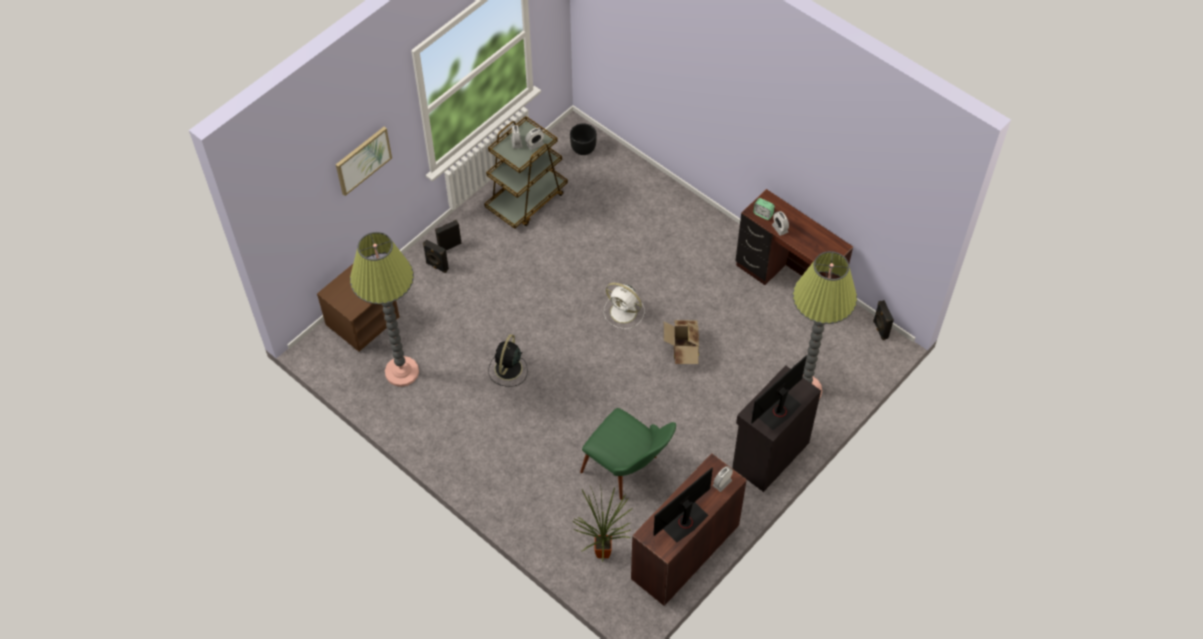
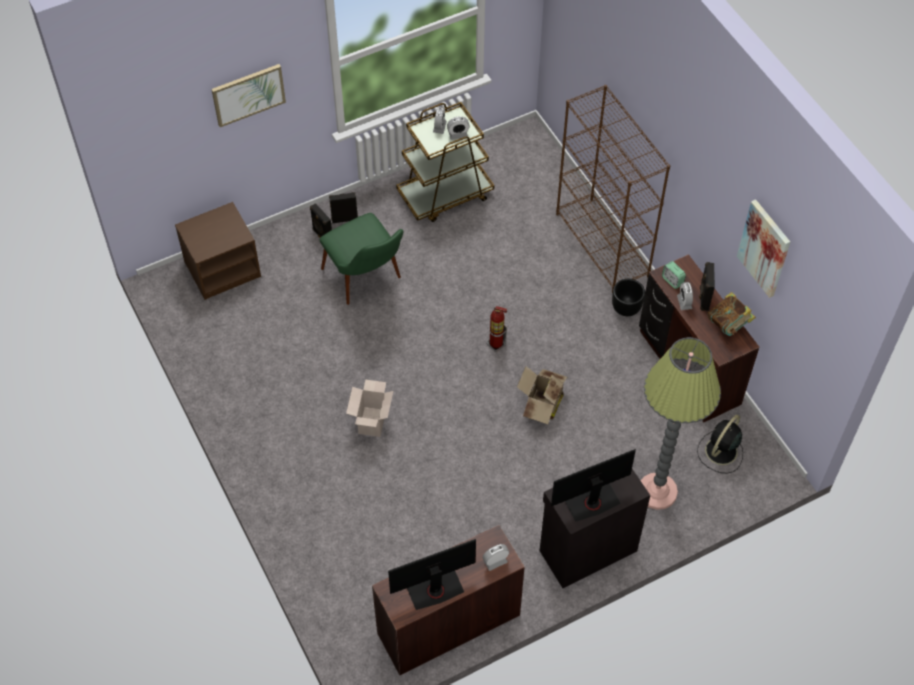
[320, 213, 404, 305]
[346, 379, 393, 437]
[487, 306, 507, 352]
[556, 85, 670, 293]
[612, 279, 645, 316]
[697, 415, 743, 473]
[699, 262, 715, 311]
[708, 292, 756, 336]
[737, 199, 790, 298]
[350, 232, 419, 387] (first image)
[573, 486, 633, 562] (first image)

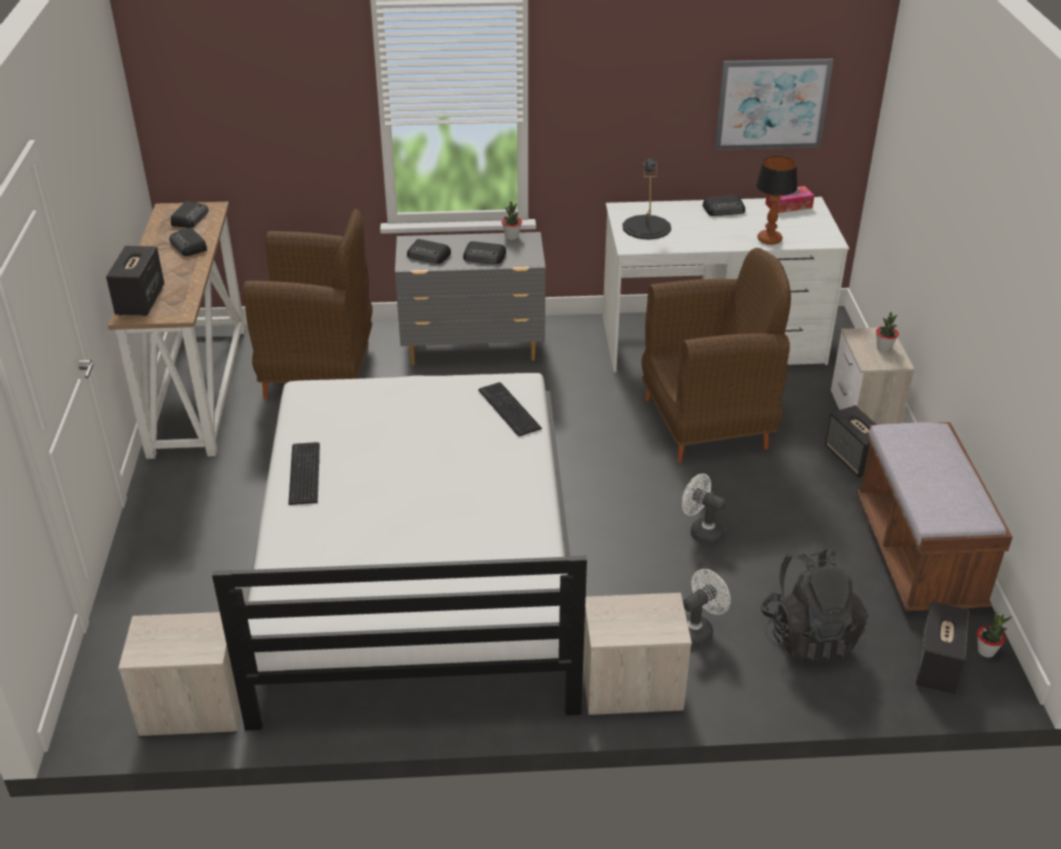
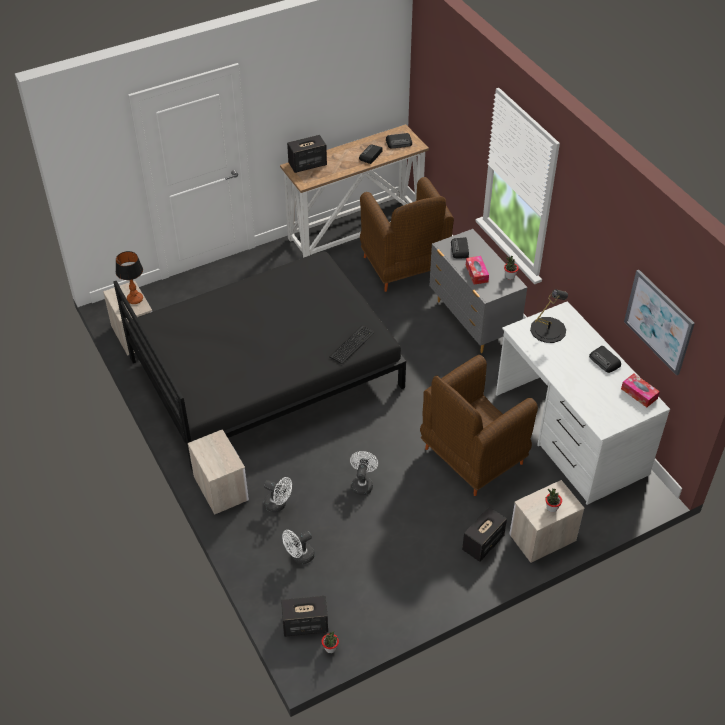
[113, 251, 406, 472]
[116, 251, 143, 304]
[282, 530, 315, 564]
[420, 355, 538, 496]
[466, 256, 489, 285]
[288, 442, 320, 505] (first image)
[856, 422, 1013, 611] (first image)

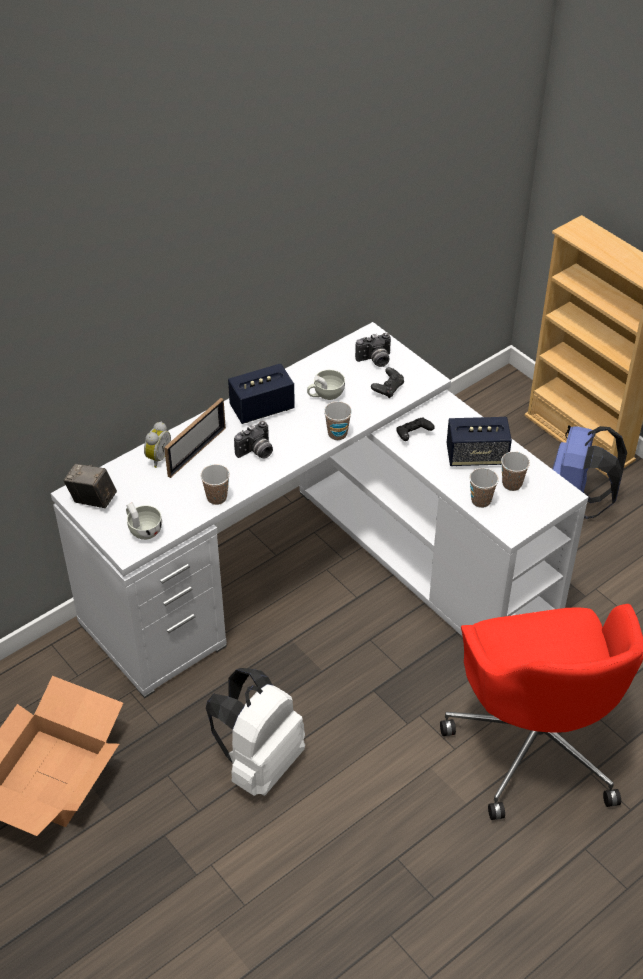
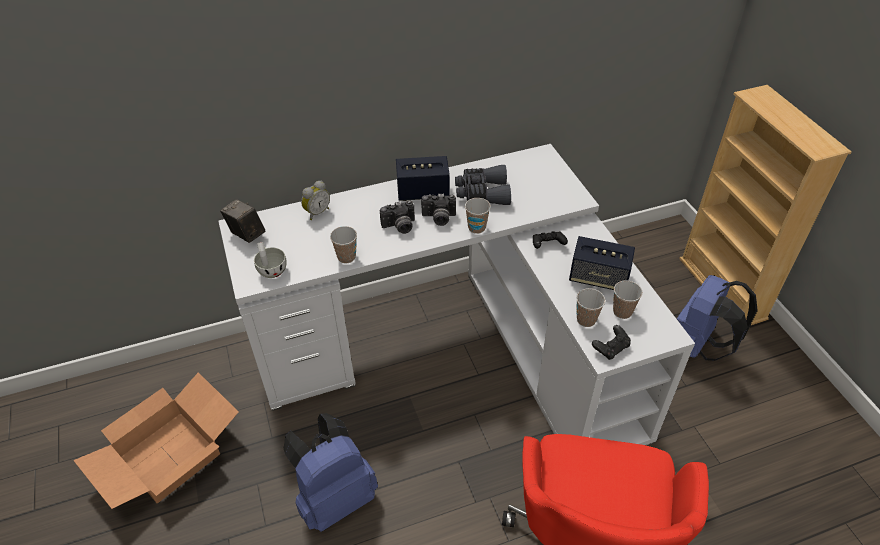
[284, 413, 378, 532]
[421, 193, 456, 226]
[455, 165, 511, 205]
[592, 325, 631, 360]
[164, 398, 226, 478] (first image)

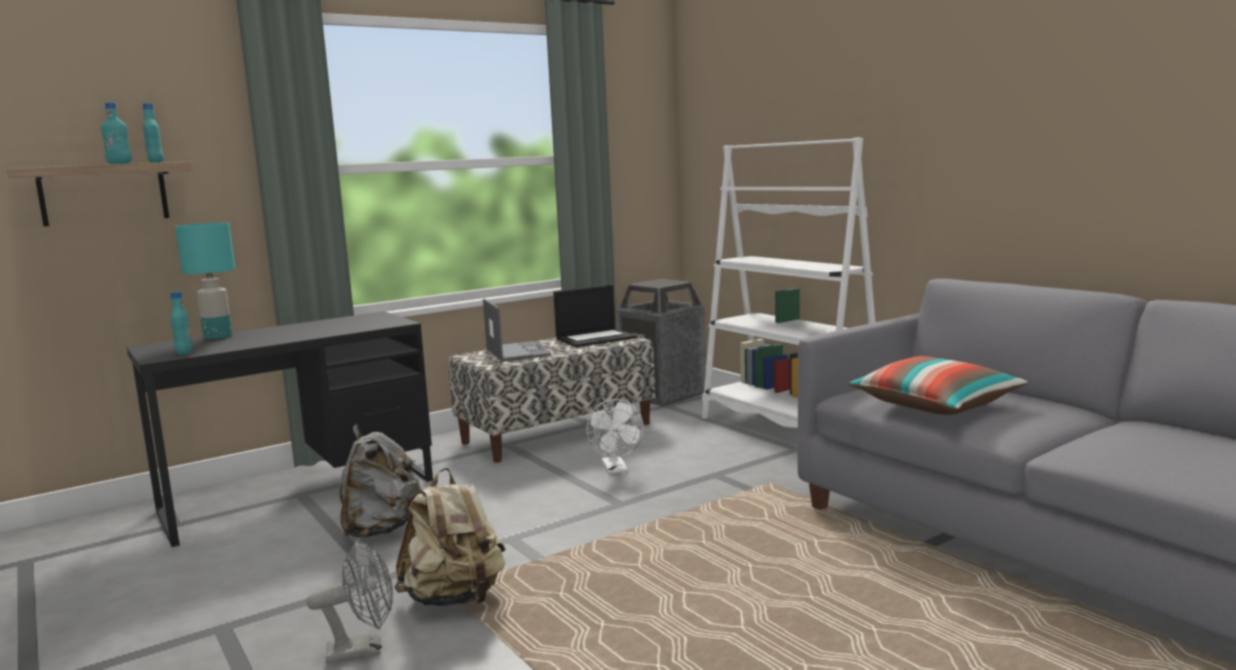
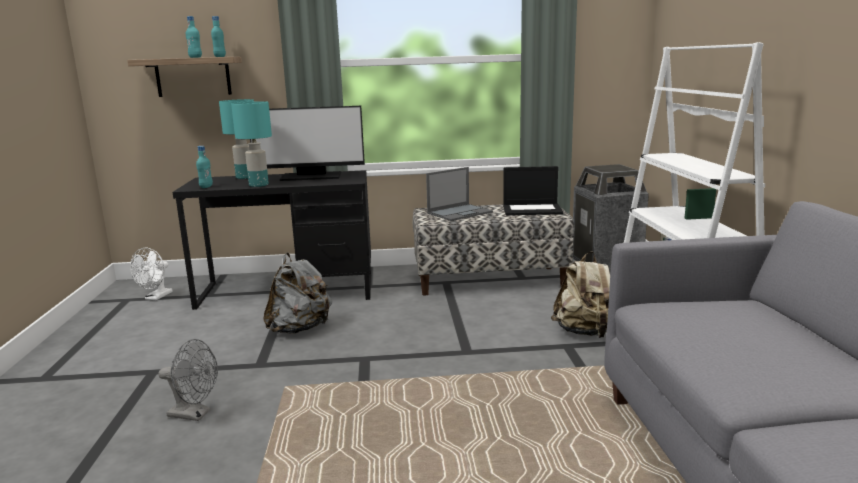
[130, 248, 173, 300]
[231, 101, 272, 187]
[250, 106, 365, 181]
[426, 167, 493, 221]
[551, 251, 610, 338]
[848, 356, 1028, 415] (first image)

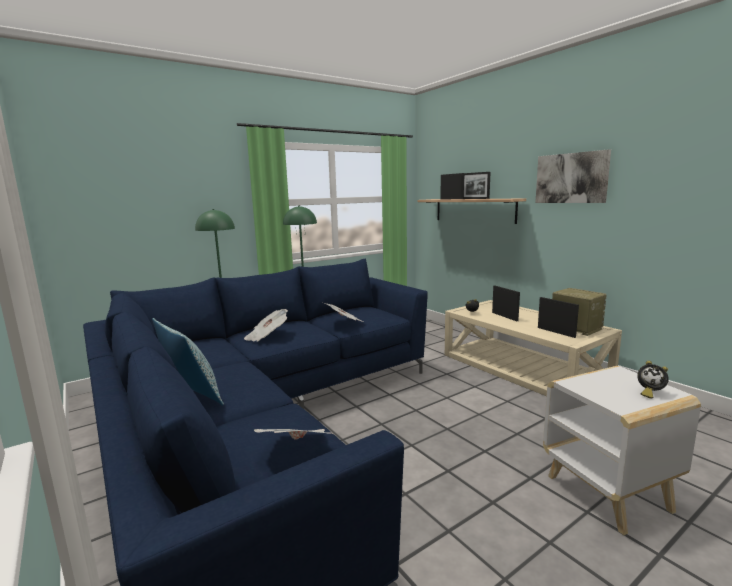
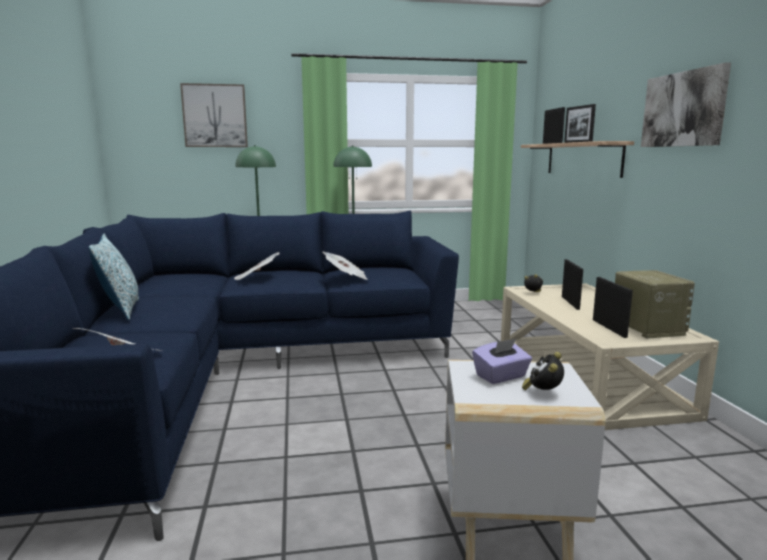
[180, 83, 248, 147]
[472, 339, 532, 384]
[522, 352, 564, 390]

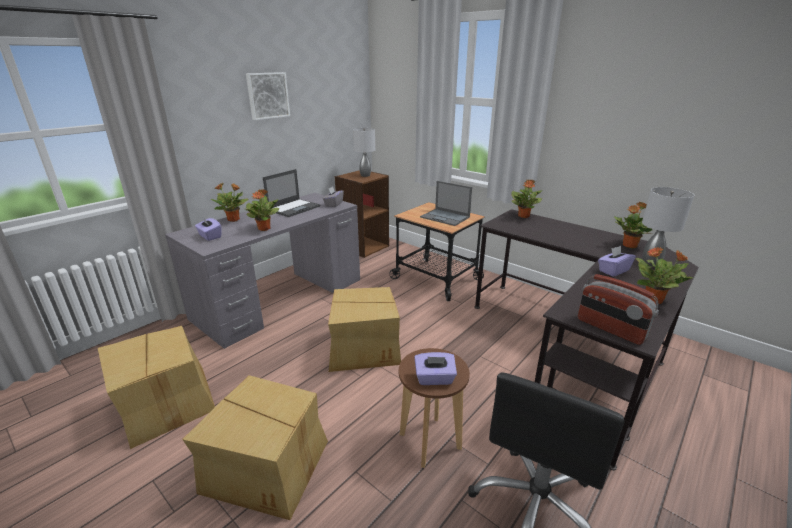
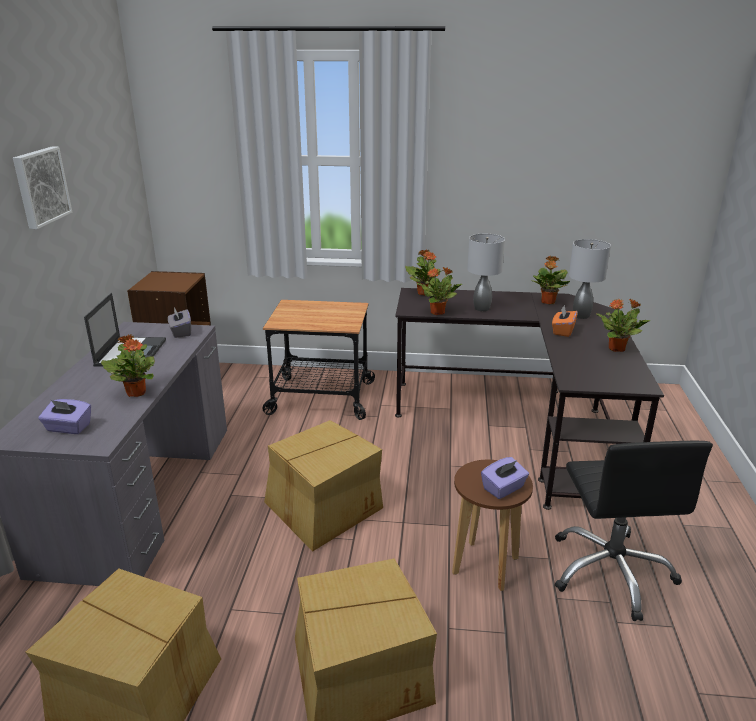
[417, 267, 462, 315]
[467, 234, 505, 311]
[552, 305, 578, 337]
[420, 181, 472, 226] (first image)
[578, 274, 659, 345] (first image)

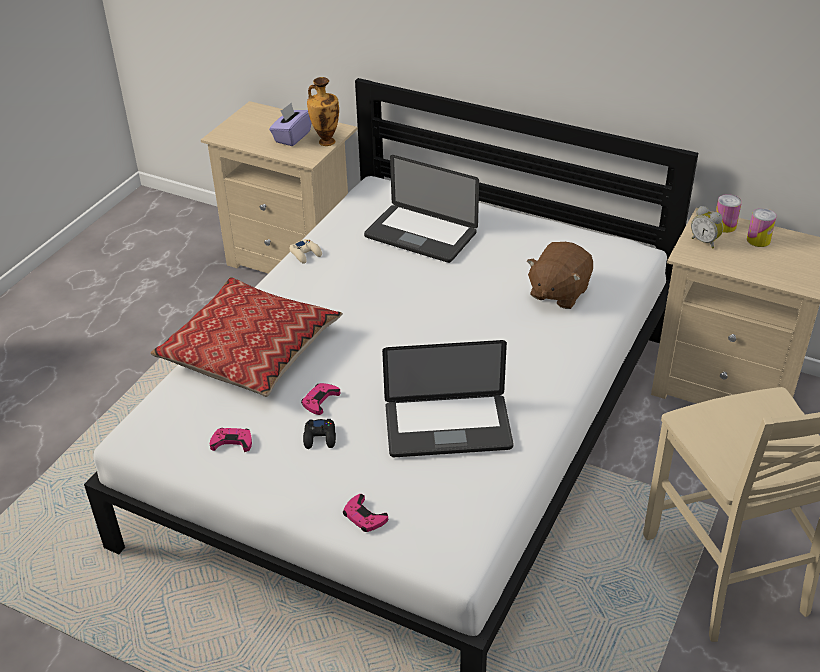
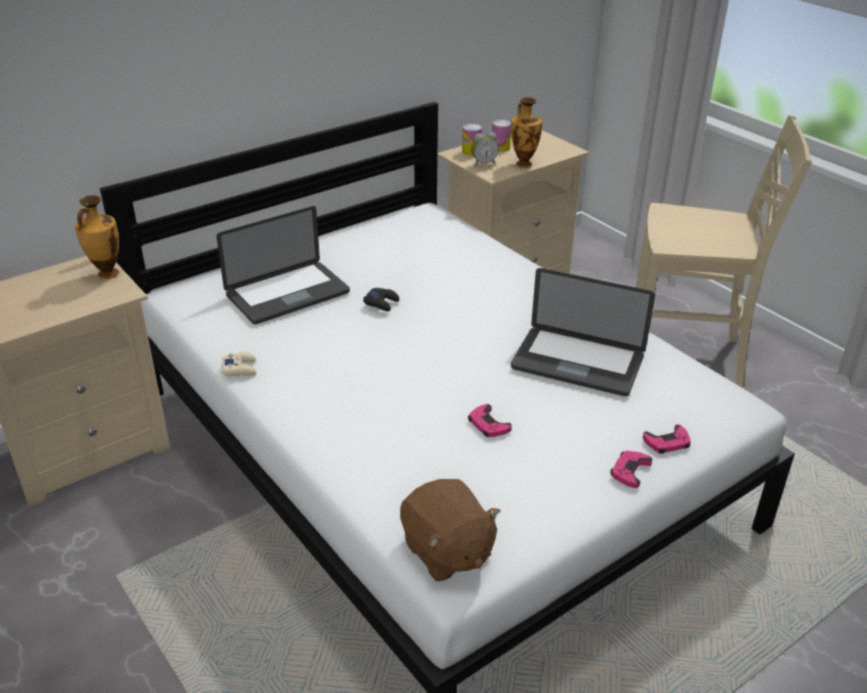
[363, 288, 399, 311]
[400, 479, 501, 581]
[511, 97, 542, 168]
[511, 268, 655, 396]
[610, 451, 652, 488]
[150, 277, 343, 397] (first image)
[269, 103, 311, 146] (first image)

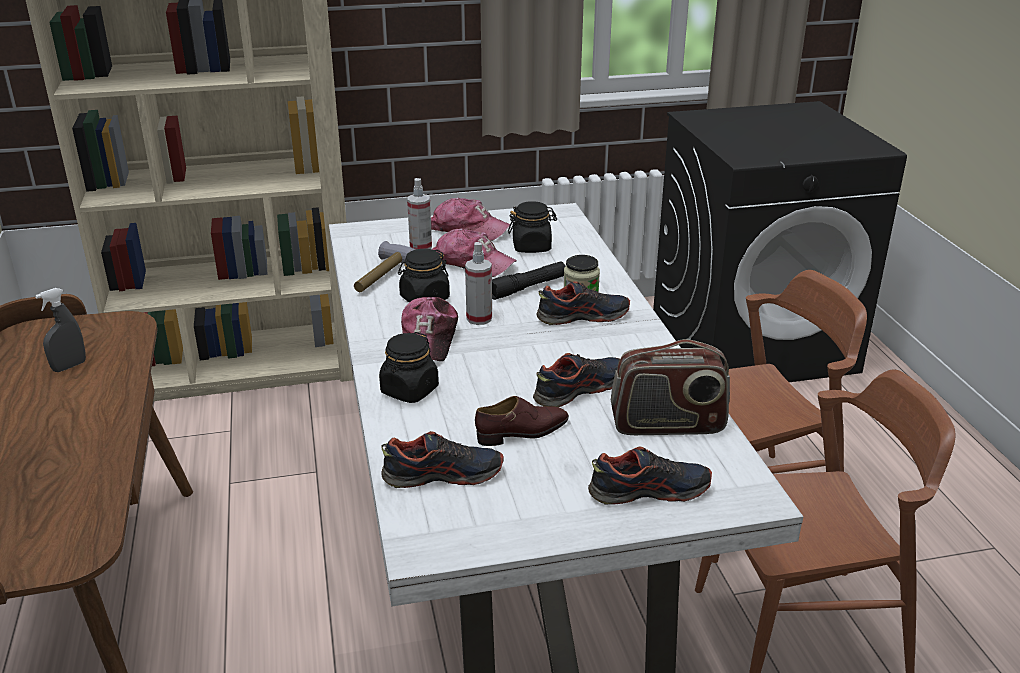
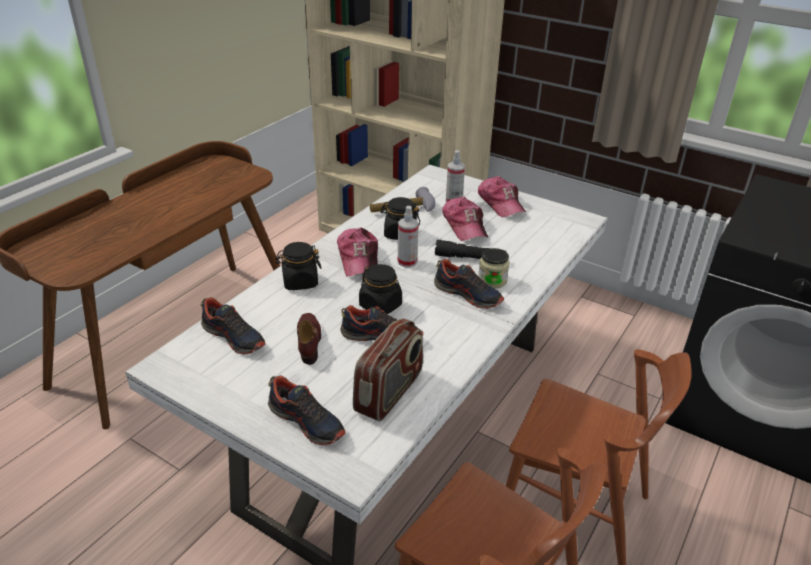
[297, 313, 321, 365]
[337, 228, 378, 276]
[353, 318, 423, 422]
[359, 264, 402, 314]
[35, 288, 86, 372] (first image)

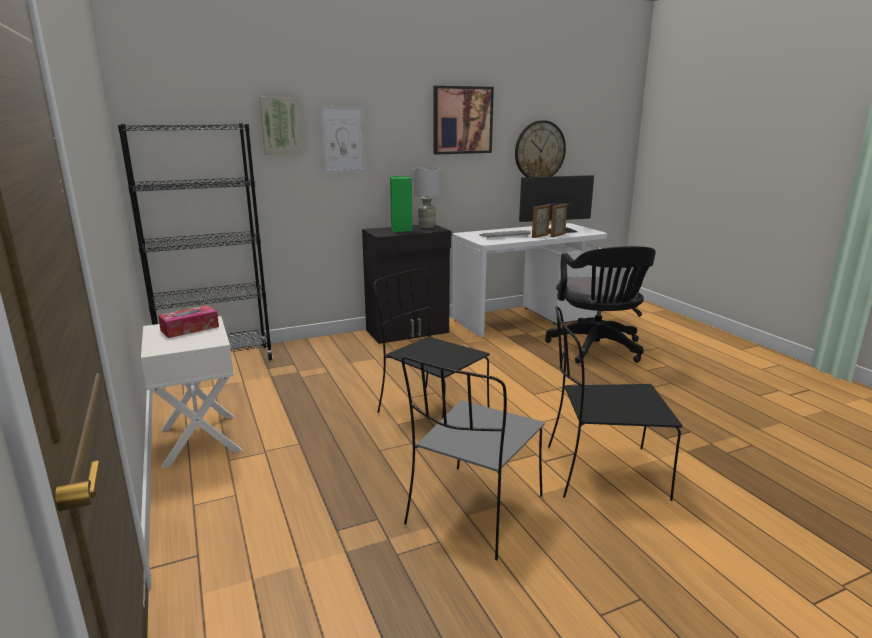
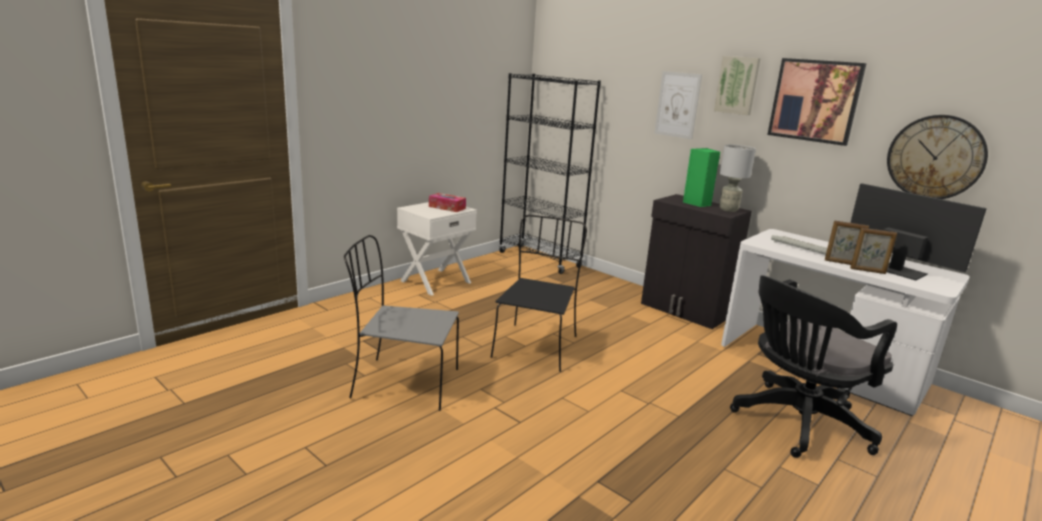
[714, 56, 761, 115]
[548, 306, 682, 501] (first image)

